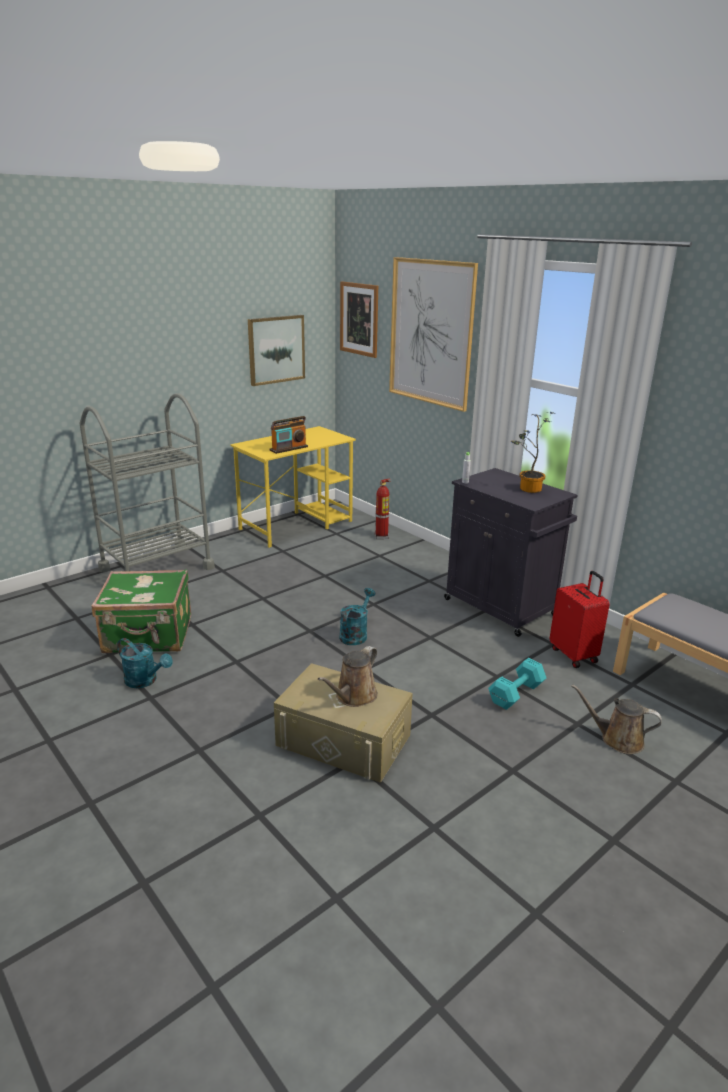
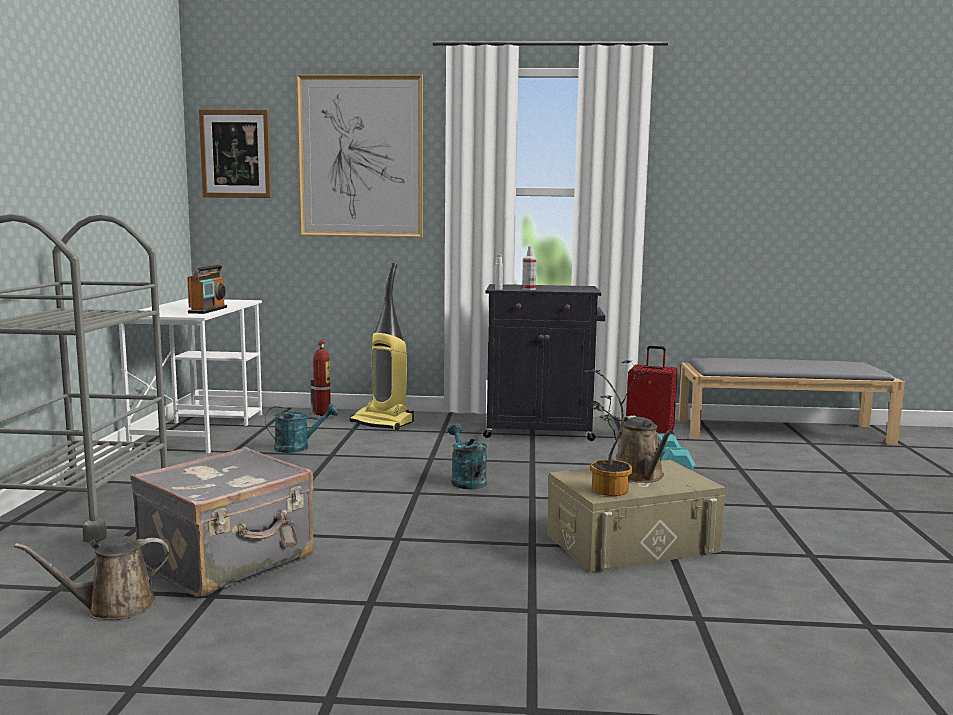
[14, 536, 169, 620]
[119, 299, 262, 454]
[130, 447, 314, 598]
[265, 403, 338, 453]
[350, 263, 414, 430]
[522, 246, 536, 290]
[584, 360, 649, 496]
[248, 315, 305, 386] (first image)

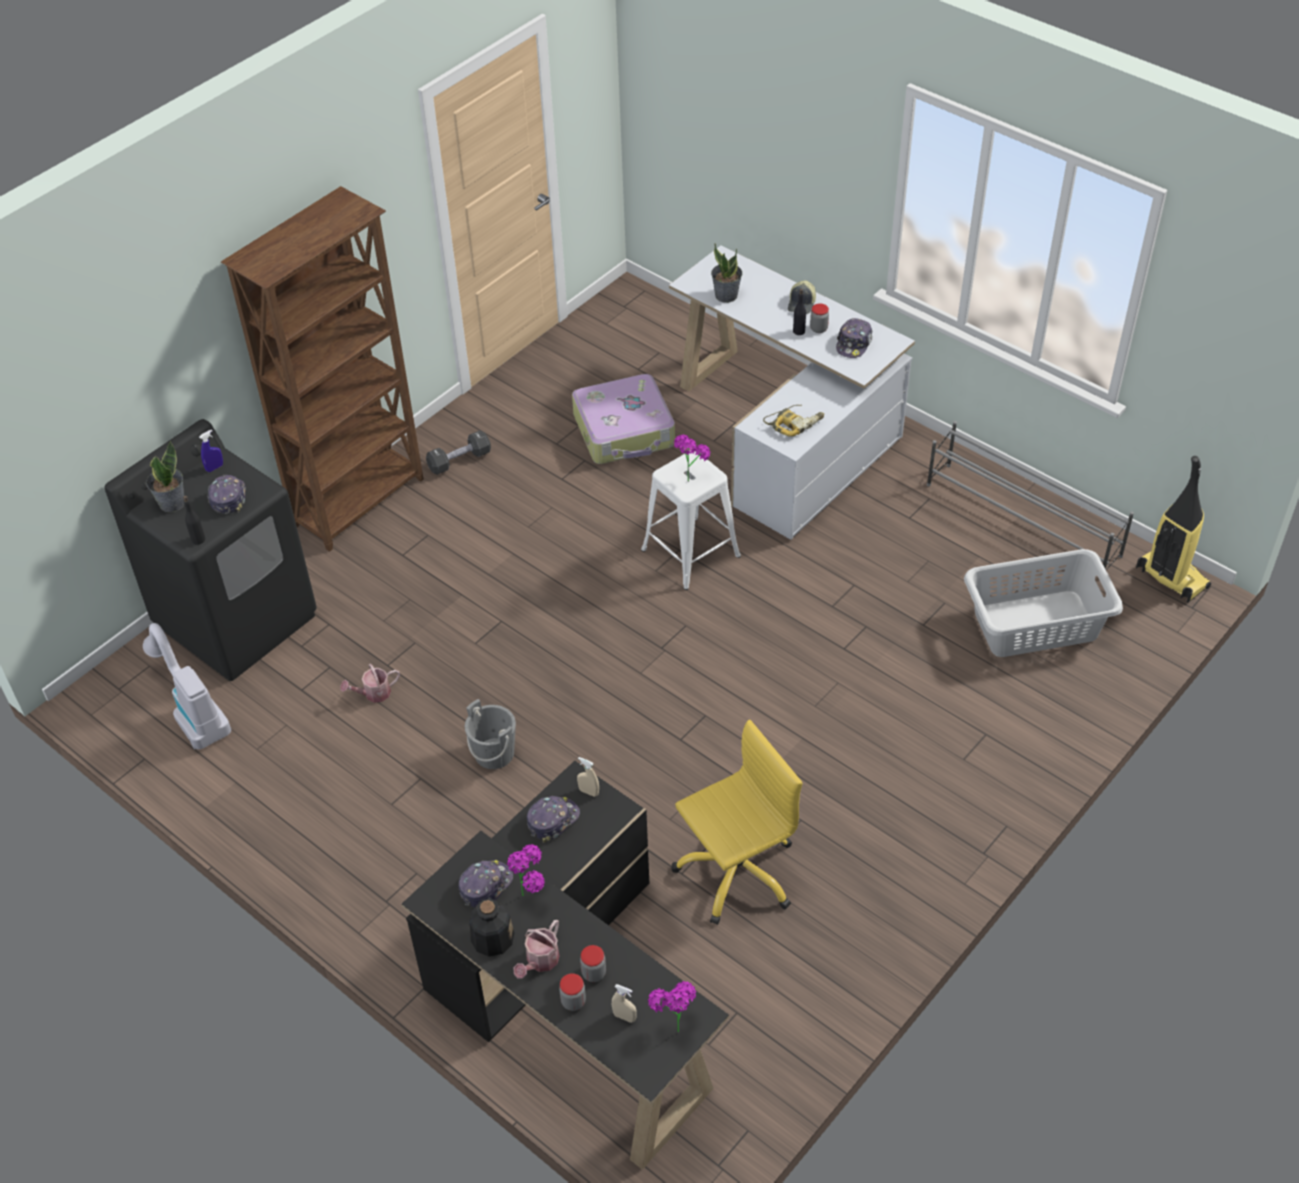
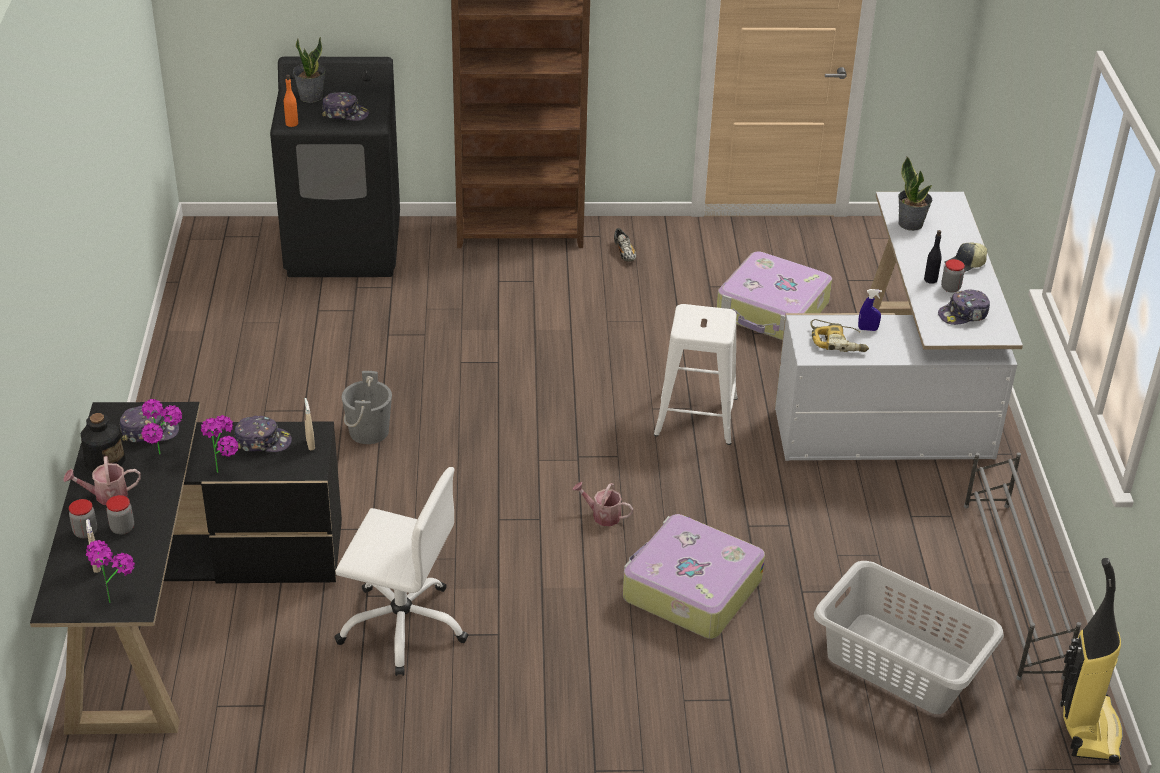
[201, 415, 238, 473]
[284, 75, 298, 127]
[322, 92, 369, 121]
[334, 467, 468, 676]
[572, 482, 633, 526]
[614, 228, 636, 262]
[623, 514, 765, 639]
[858, 289, 882, 331]
[143, 623, 231, 749] (first image)

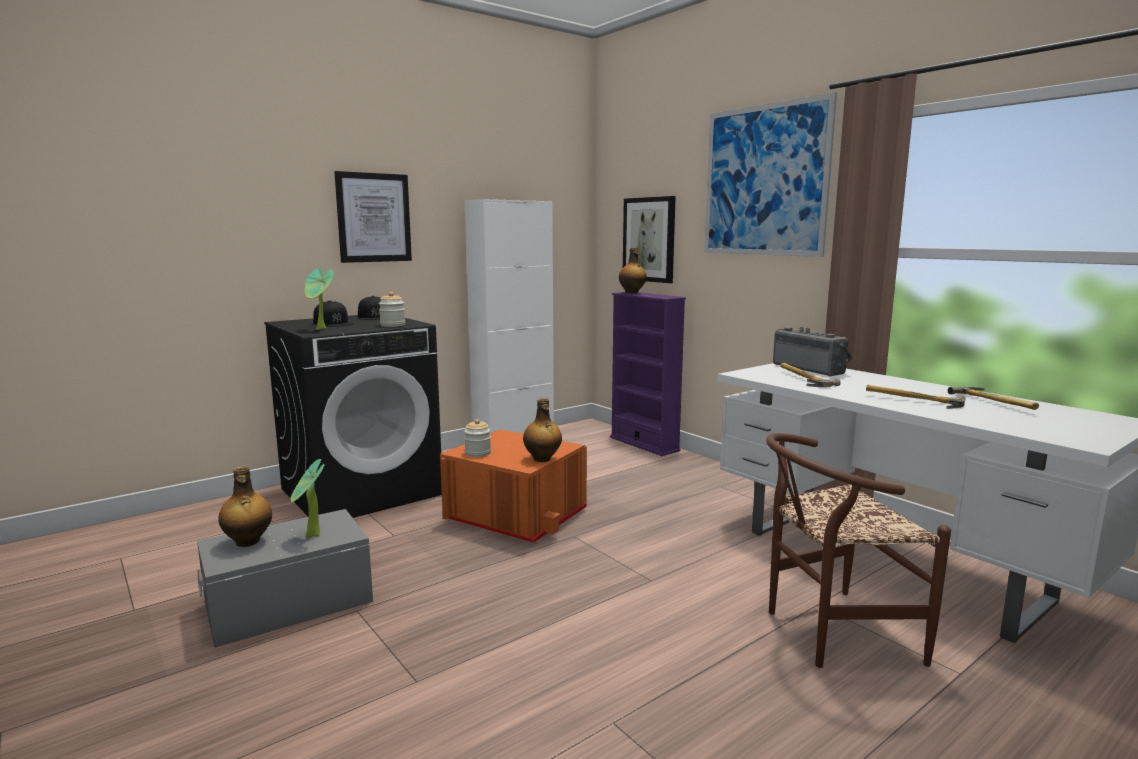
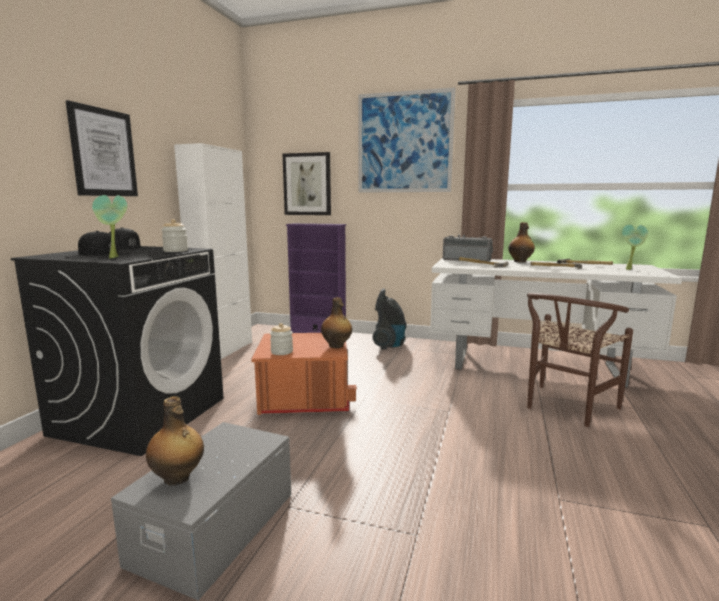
[373, 289, 407, 349]
[508, 222, 535, 263]
[622, 225, 648, 270]

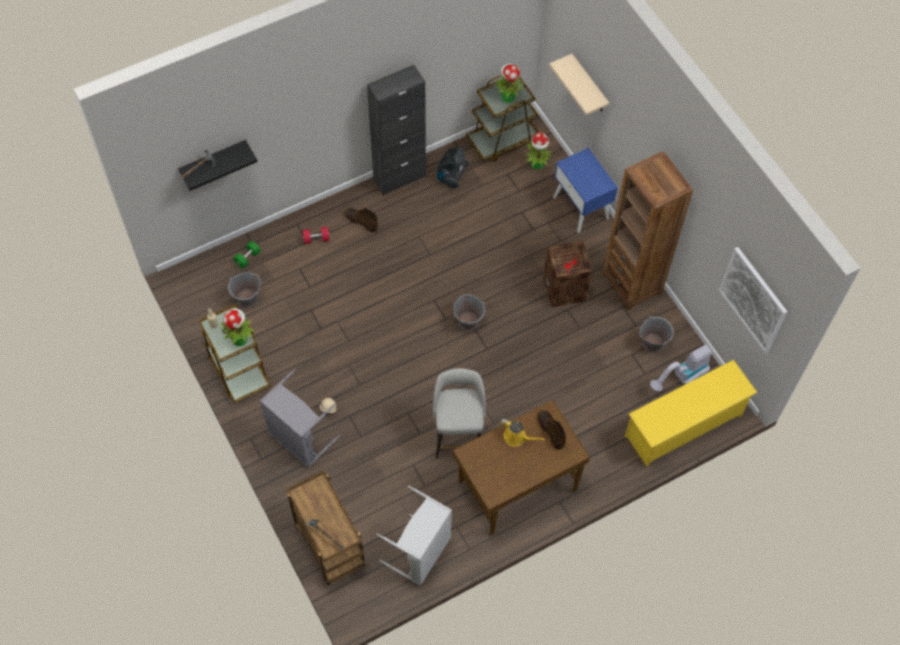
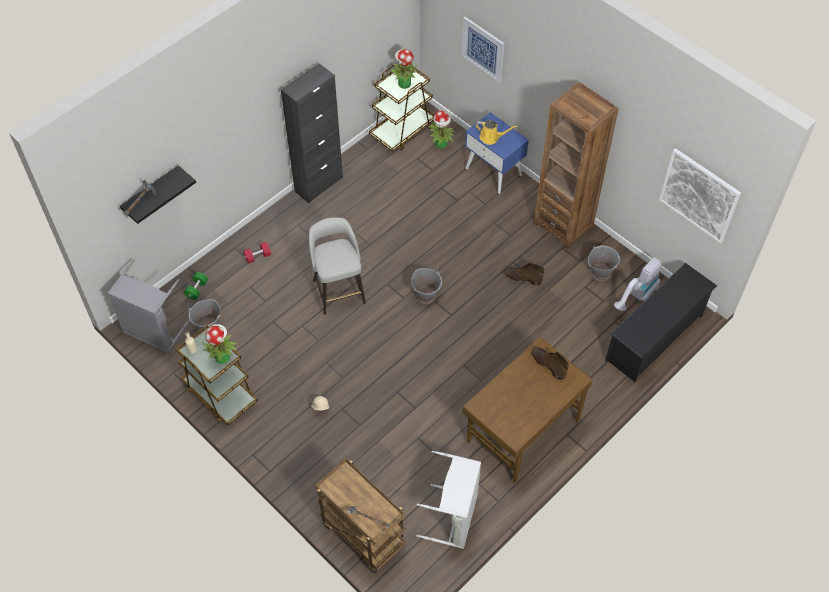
[108, 260, 190, 352]
[309, 217, 366, 315]
[461, 17, 505, 83]
[476, 120, 518, 145]
[504, 263, 544, 286]
[605, 263, 717, 382]
[437, 147, 469, 188] (first image)
[543, 241, 592, 307] (first image)

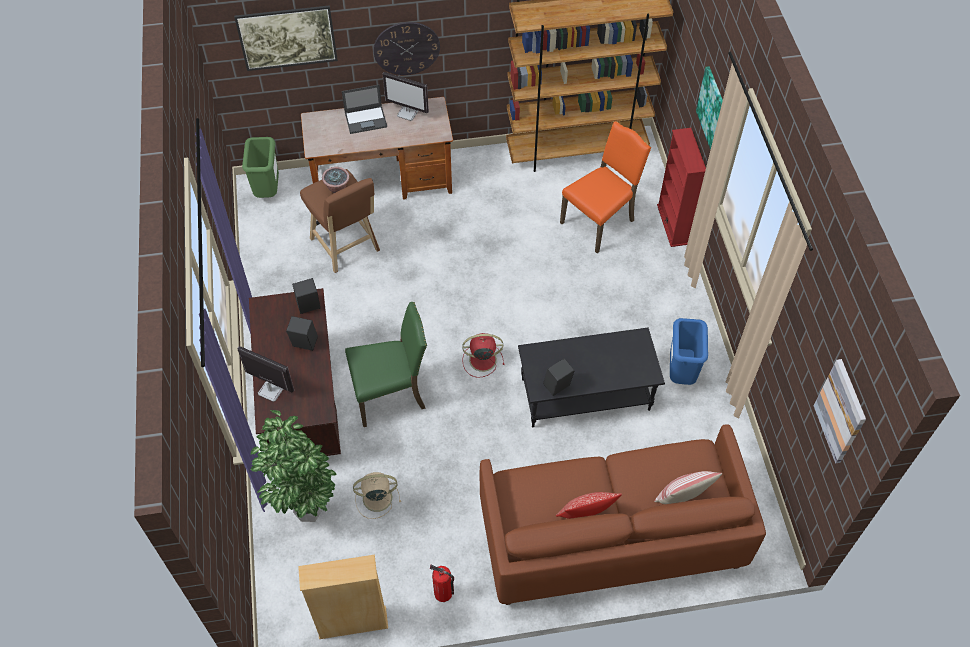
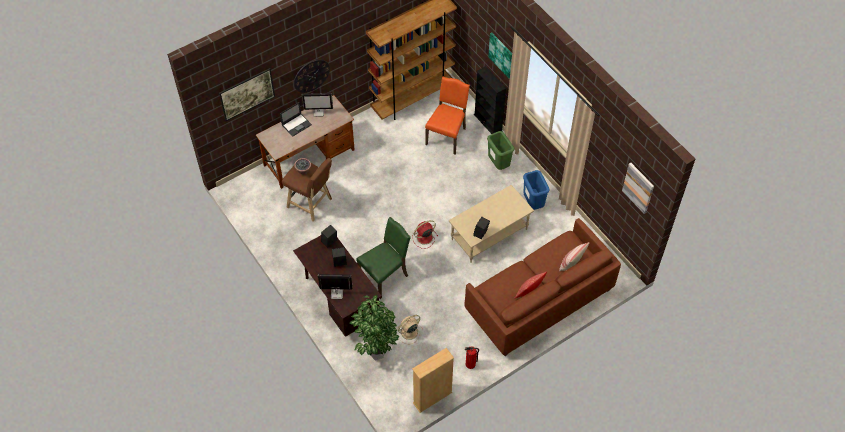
[449, 185, 534, 263]
[474, 66, 507, 134]
[487, 131, 514, 170]

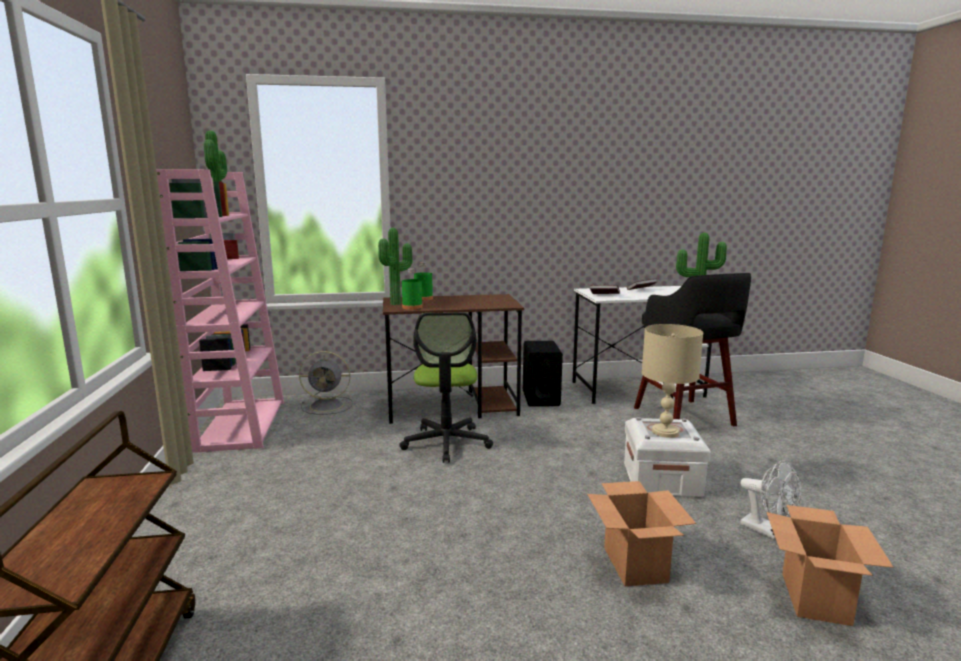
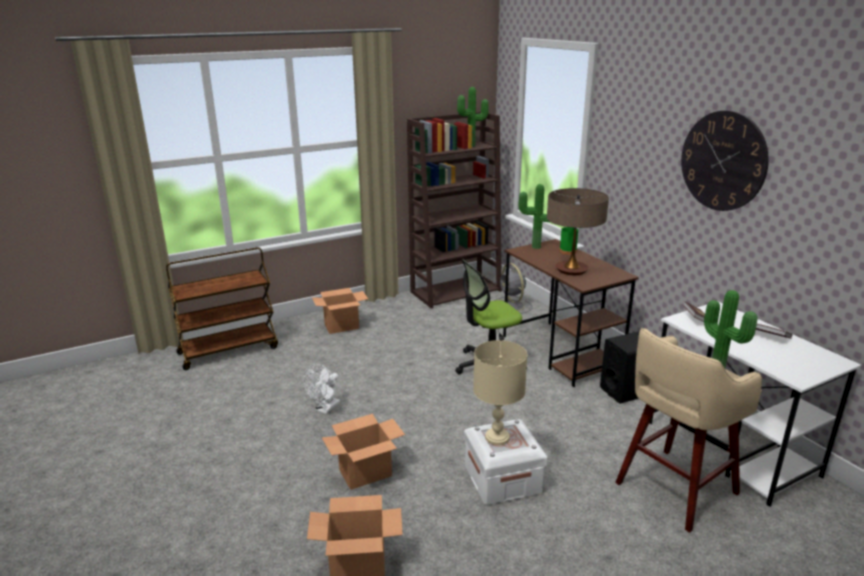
[303, 364, 340, 414]
[312, 288, 368, 334]
[407, 112, 502, 308]
[547, 188, 609, 275]
[615, 328, 762, 533]
[681, 110, 769, 211]
[402, 269, 422, 310] (first image)

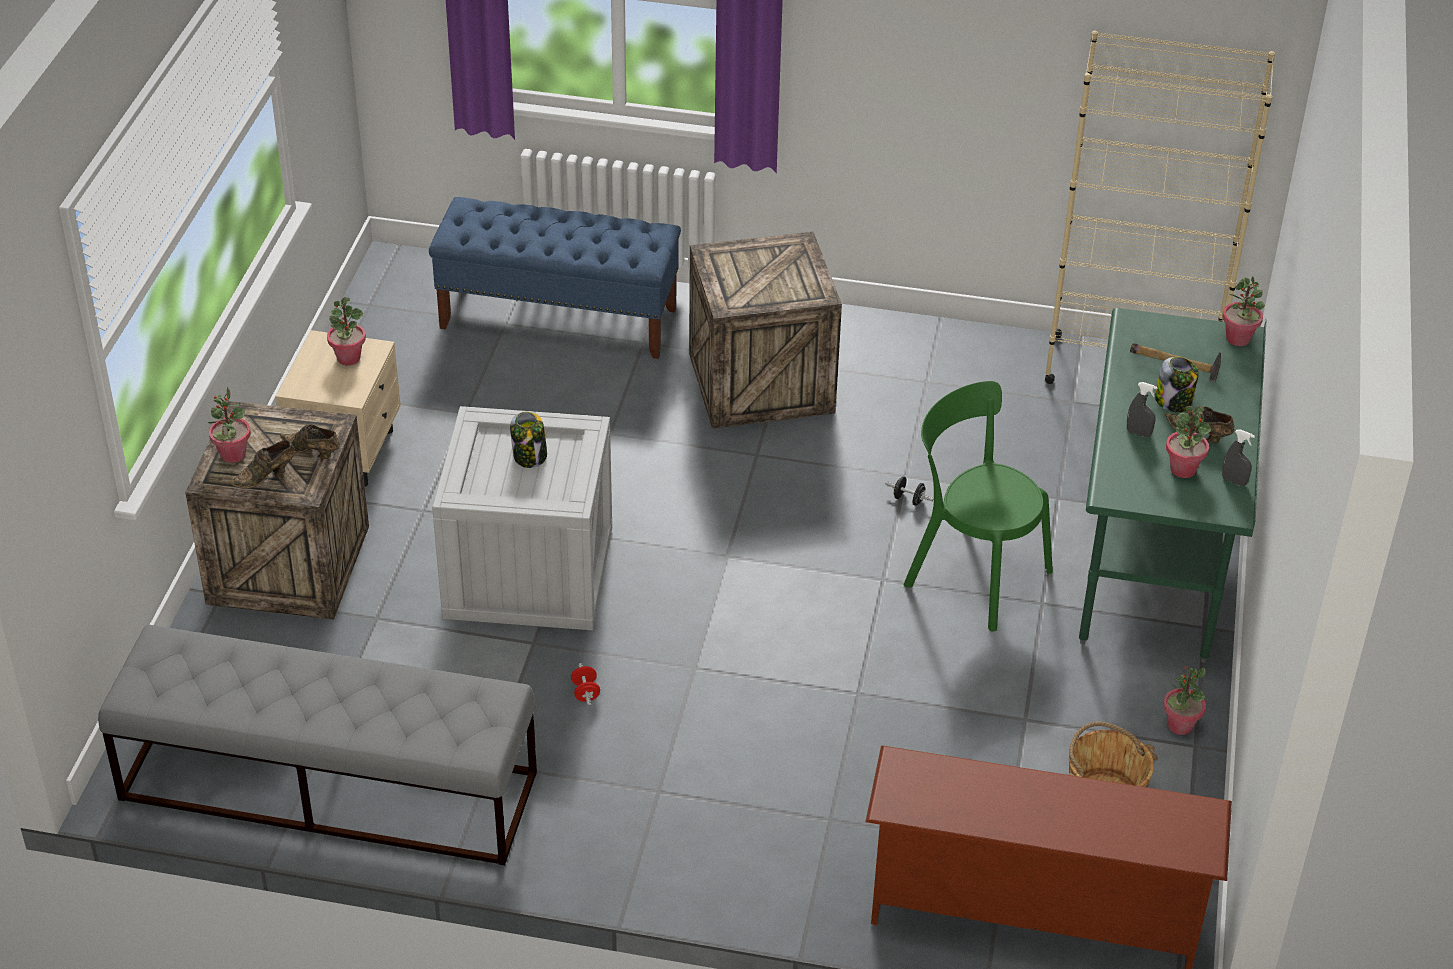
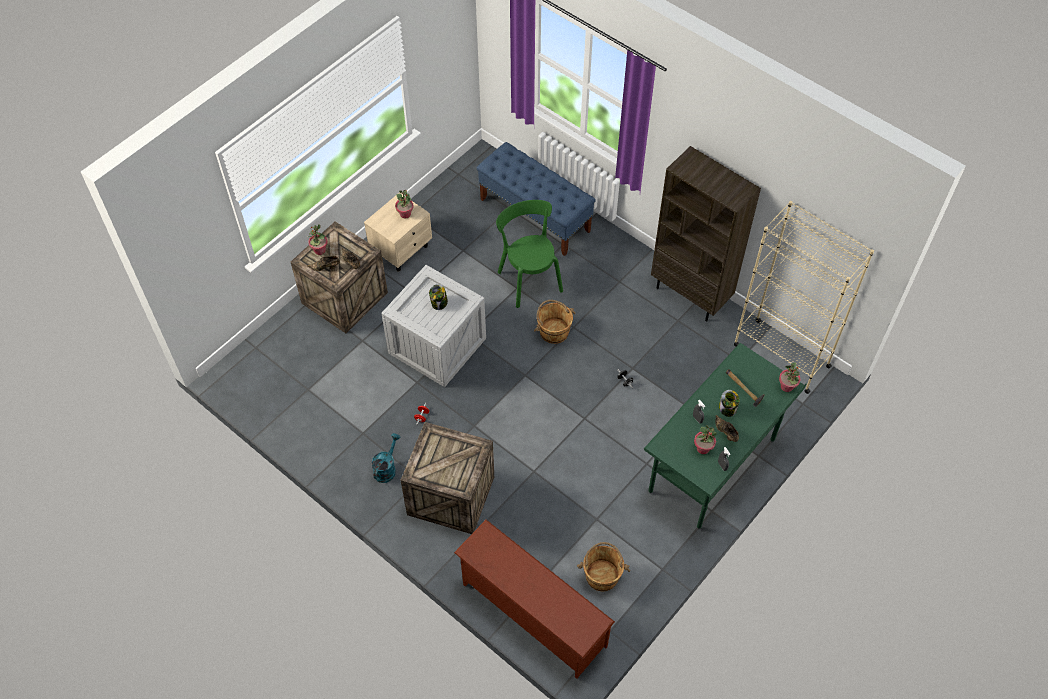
[372, 433, 400, 483]
[401, 422, 494, 534]
[496, 200, 563, 308]
[534, 300, 576, 344]
[651, 146, 761, 322]
[98, 625, 537, 865] (first image)
[1163, 665, 1206, 735] (first image)

